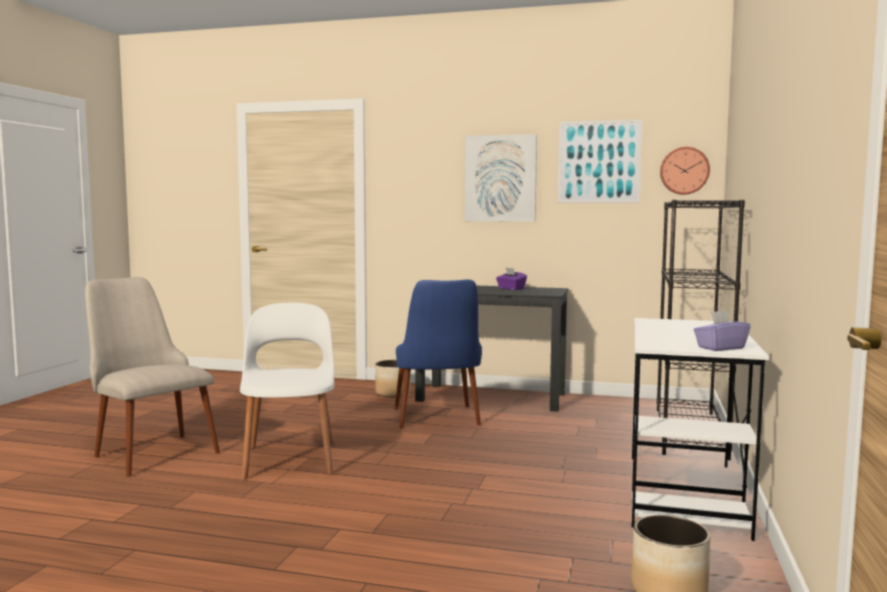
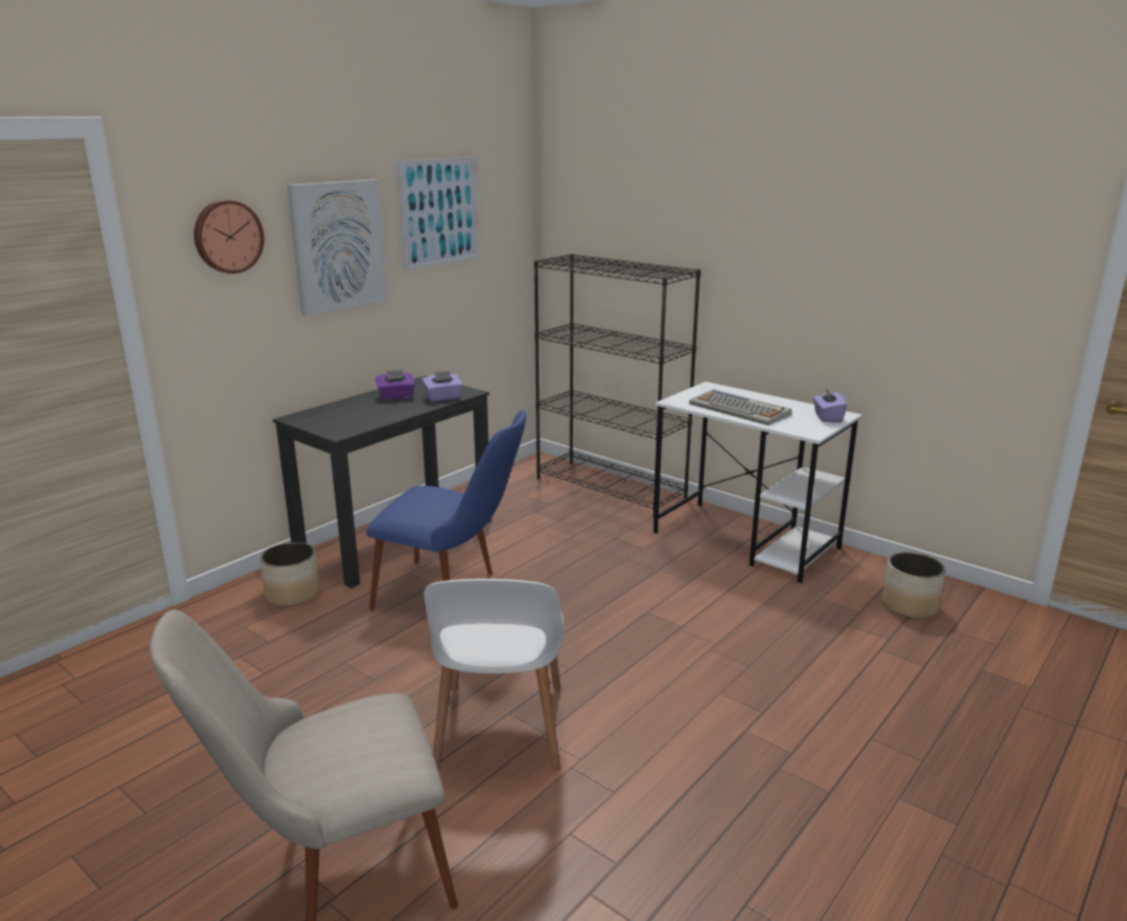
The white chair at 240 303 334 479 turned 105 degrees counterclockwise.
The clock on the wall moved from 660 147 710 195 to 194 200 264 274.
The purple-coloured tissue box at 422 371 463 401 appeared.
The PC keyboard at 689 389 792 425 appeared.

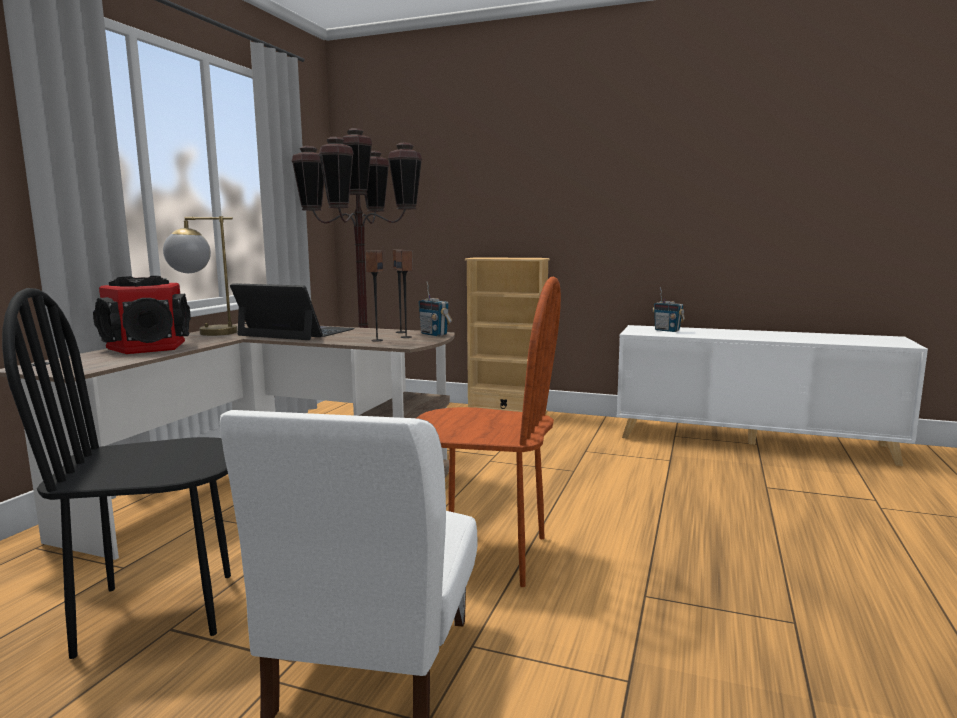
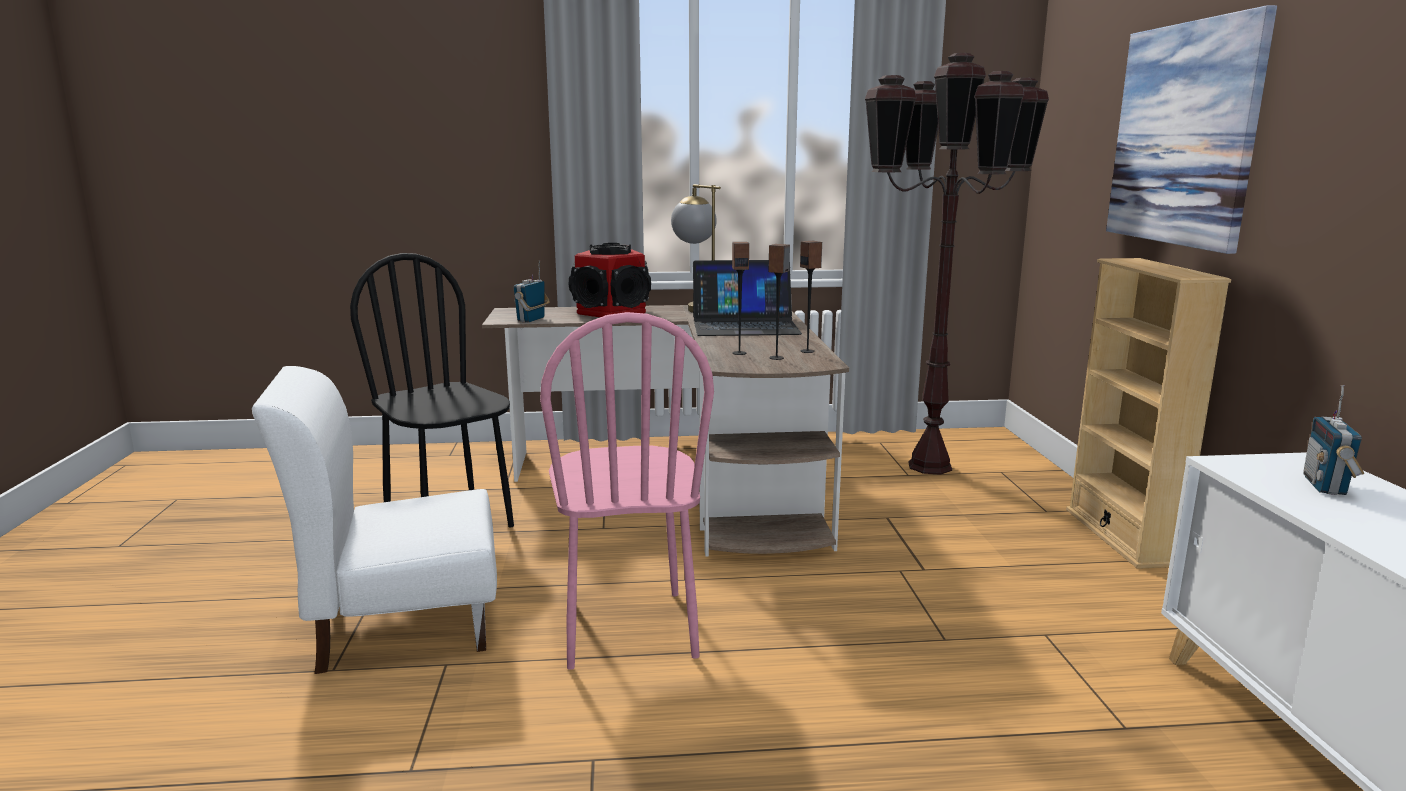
The notebook computer at 230 283 355 340 turned 90 degrees clockwise.
The brown chair at 417 277 561 587 became the pink chair at 540 312 714 670.
The radio moved from 418 281 452 336 to 513 260 550 322.
The picture at 1106 5 1277 254 appeared.

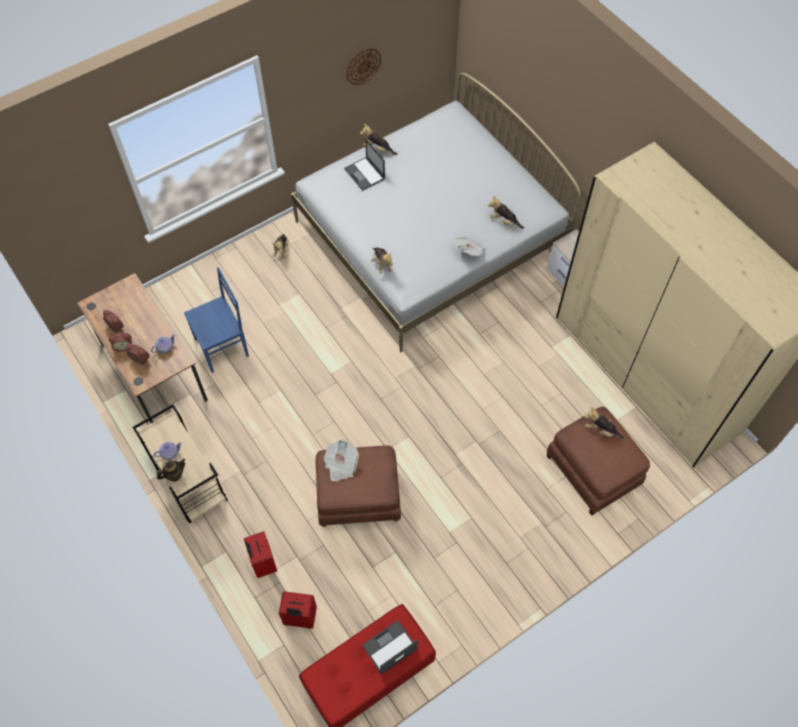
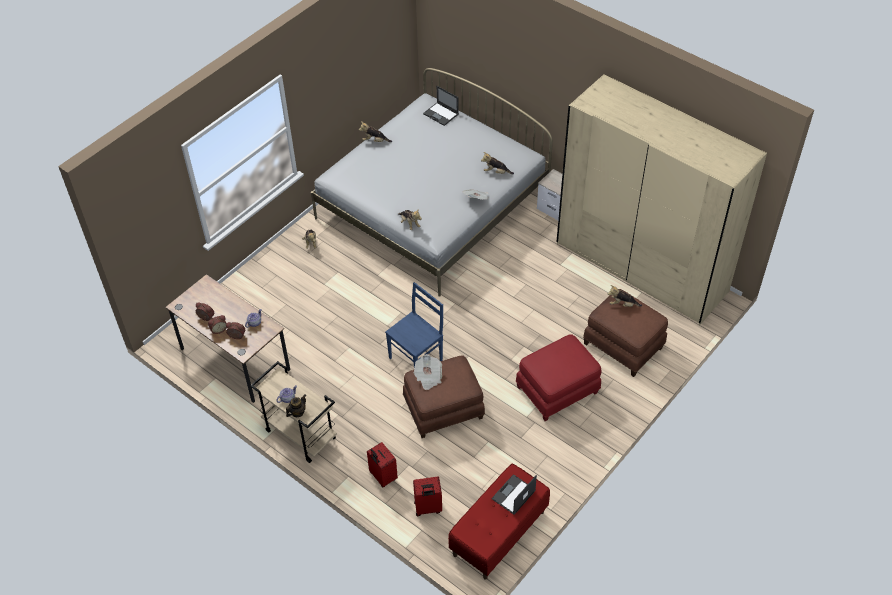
The blue chair moved from 184 267 249 373 to 385 282 443 367.
The notebook computer moved from 344 139 385 191 to 423 86 459 126.
The clock on the wall at 346 48 381 85 disappeared.
The red footrest at 516 334 602 421 appeared.

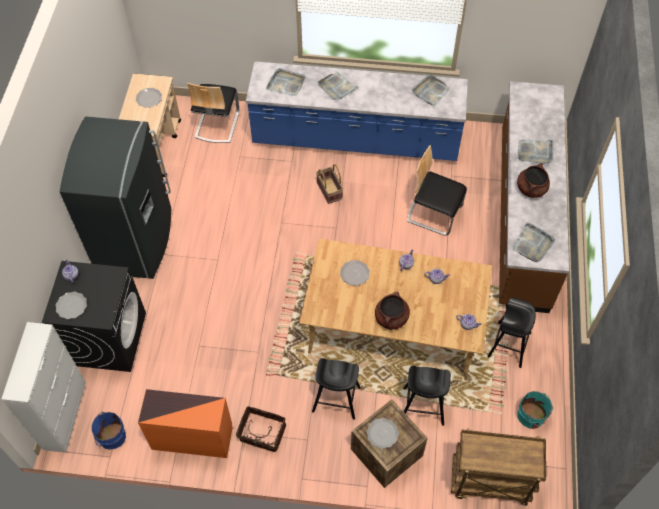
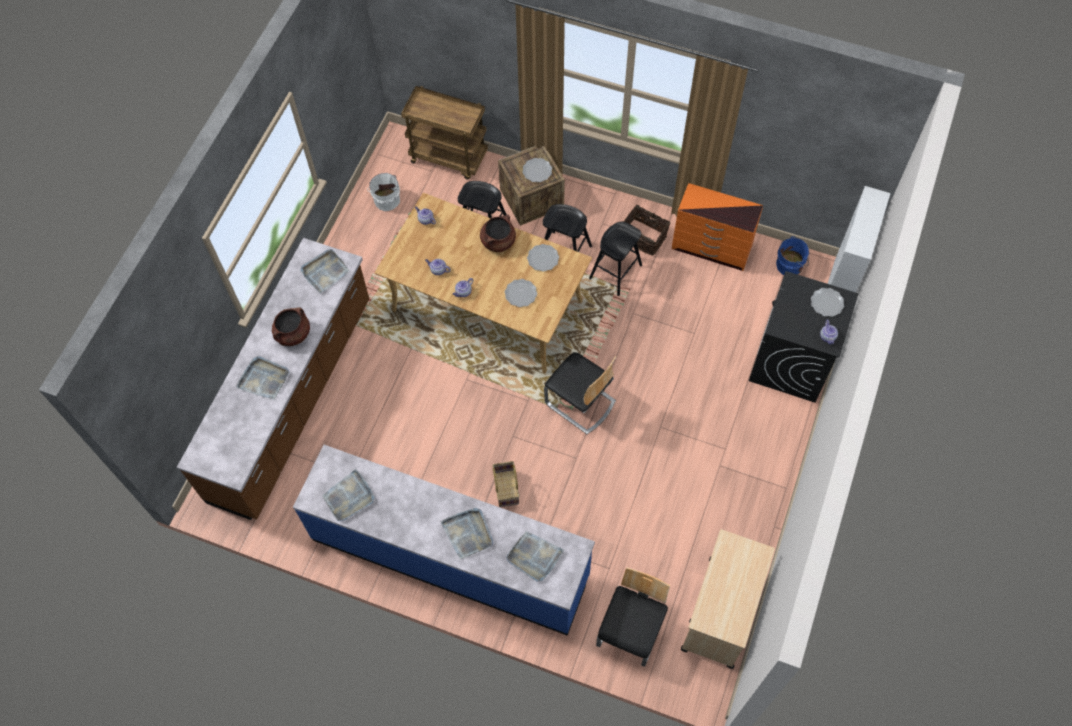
The greyish kitchen fridge at 60 117 171 279 disappeared.
The flat dish moved from 136 88 162 107 to 527 244 559 272.
The chair moved from 407 145 467 236 to 544 352 616 434.
The black stool moved from 488 298 536 368 to 589 222 642 296.
The turquoise water bucket at 518 391 553 429 became the white water bucket at 367 173 400 211.

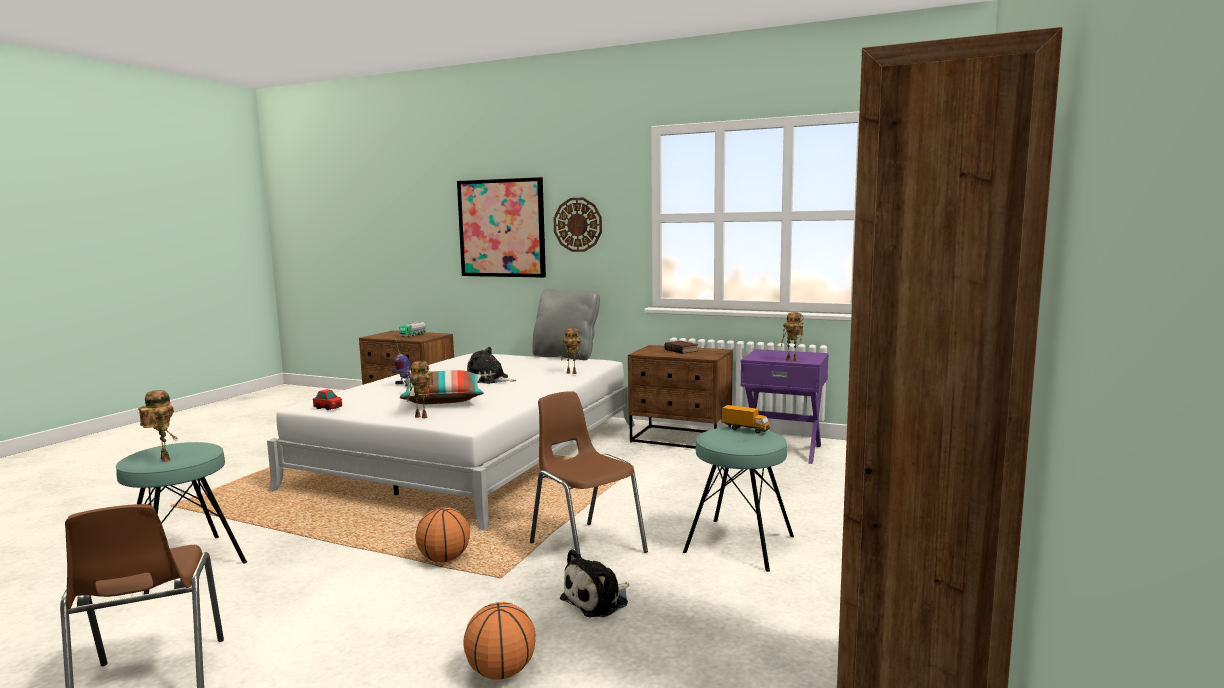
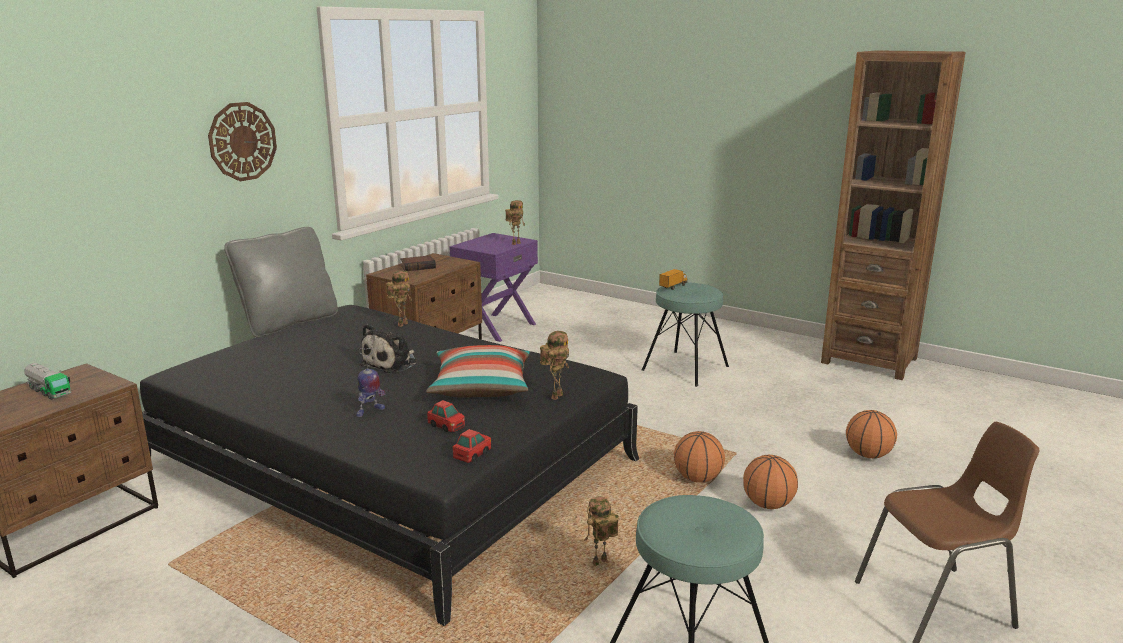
The toy robot moved from 138 390 178 462 to 584 496 619 566.
The white sleeping bed at 267 353 635 530 became the black sleeping bed at 140 305 639 626.
The picture at 457 177 546 278 disappeared.
The brown chair at 530 392 648 556 disappeared.
The soft toy at 560 549 629 617 disappeared.
The model car at 427 400 465 432 appeared.
The ball for basketball at 743 455 798 509 appeared.

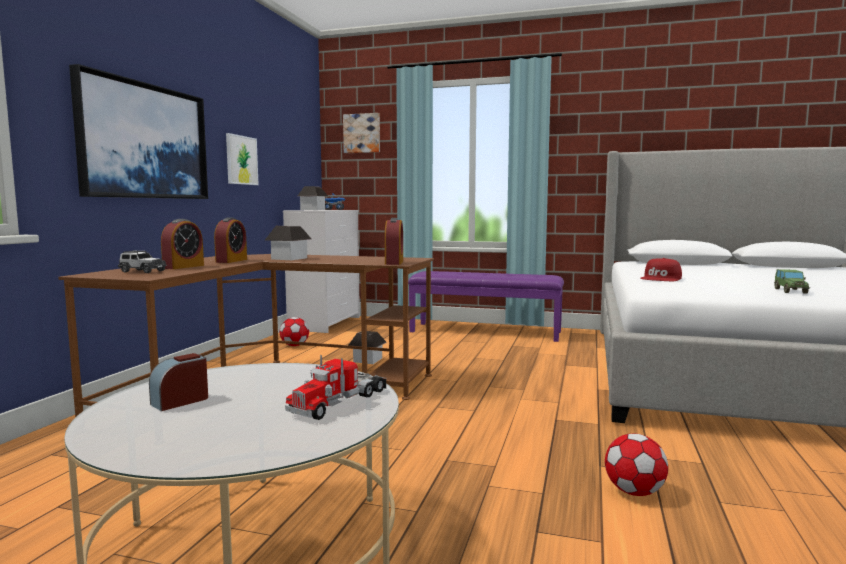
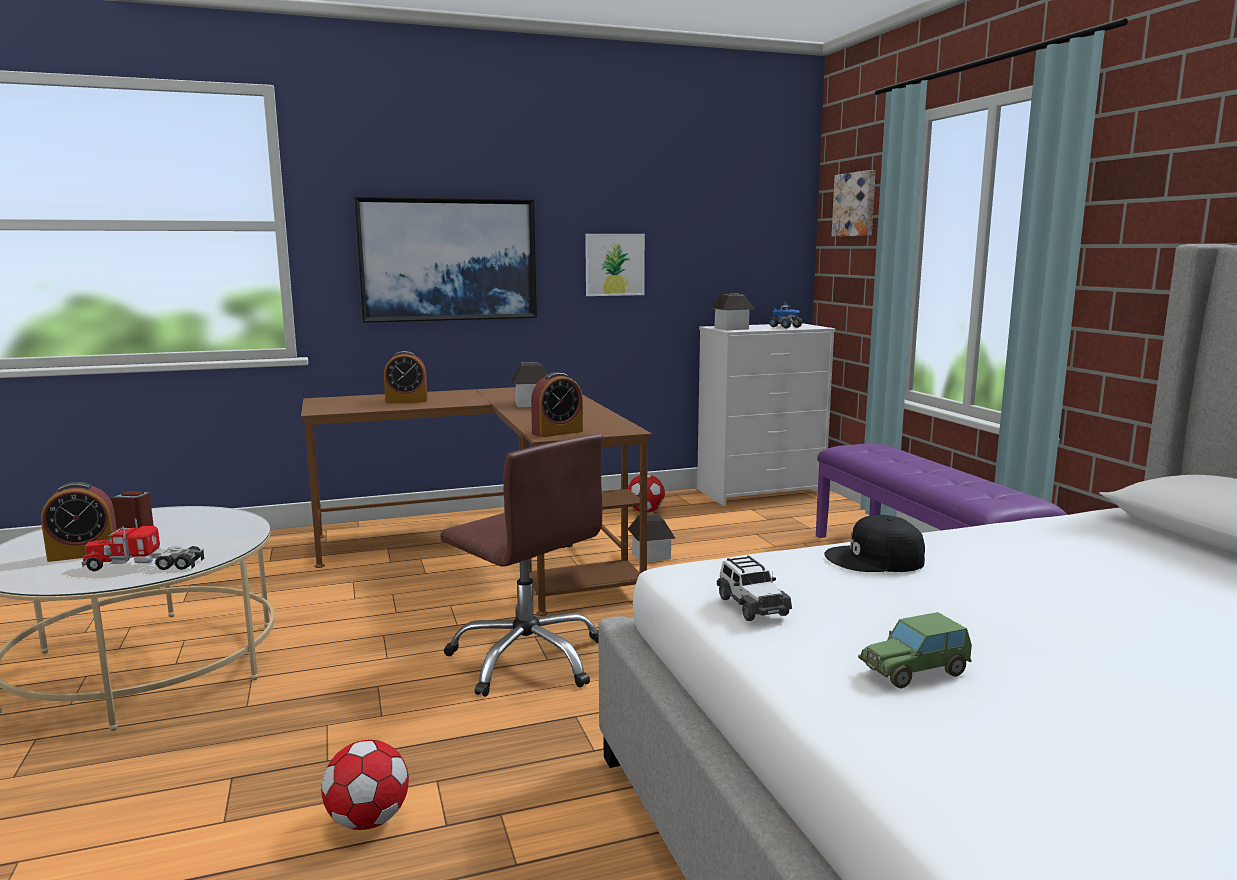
The model car moved from 118 251 167 273 to 717 555 792 621.
The table clock moved from 214 217 247 263 to 41 482 117 562.
The red peaked cap at 640 258 682 281 became the black peaked cap at 824 515 925 572.
The brown desk chair at 440 434 603 697 appeared.

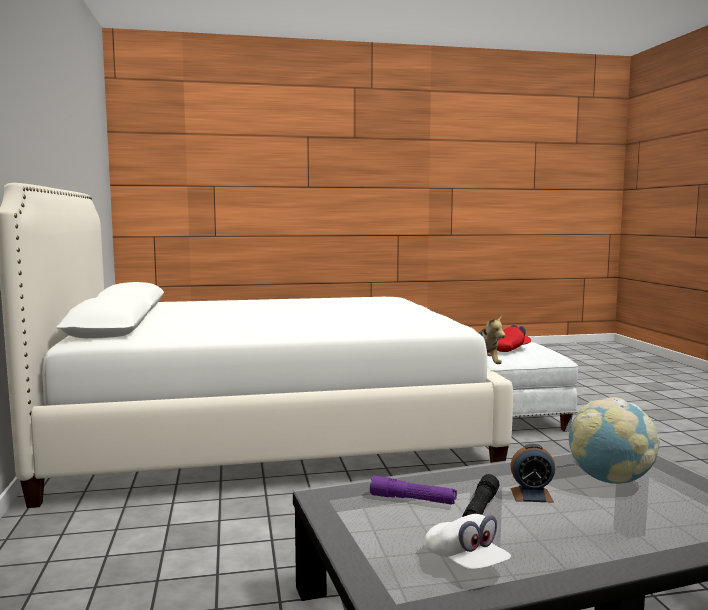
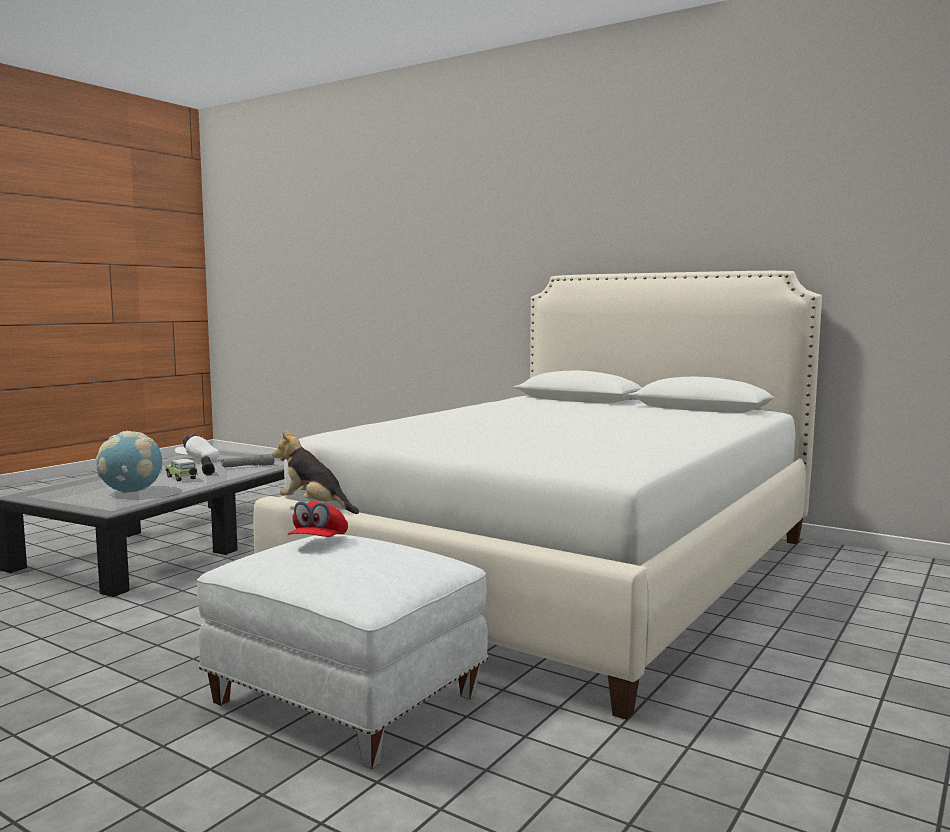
The purple-coloured flashlight at 370 476 457 505 became the greyish flashlight at 221 454 274 468.
The table clock at 510 444 555 503 was replaced by the model car at 165 459 198 481.

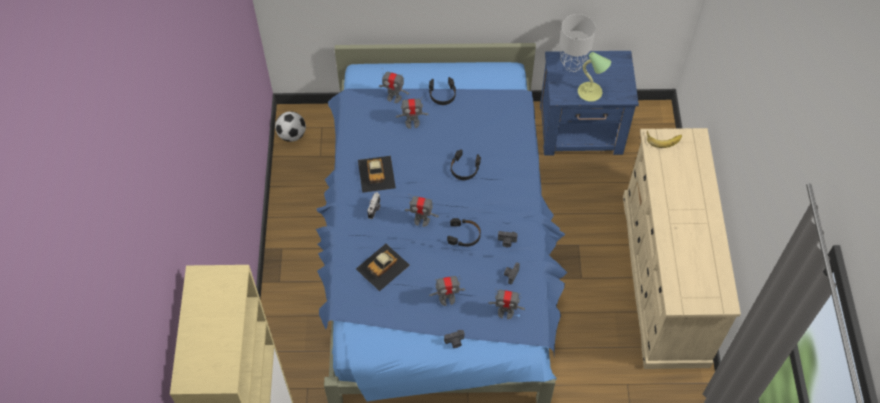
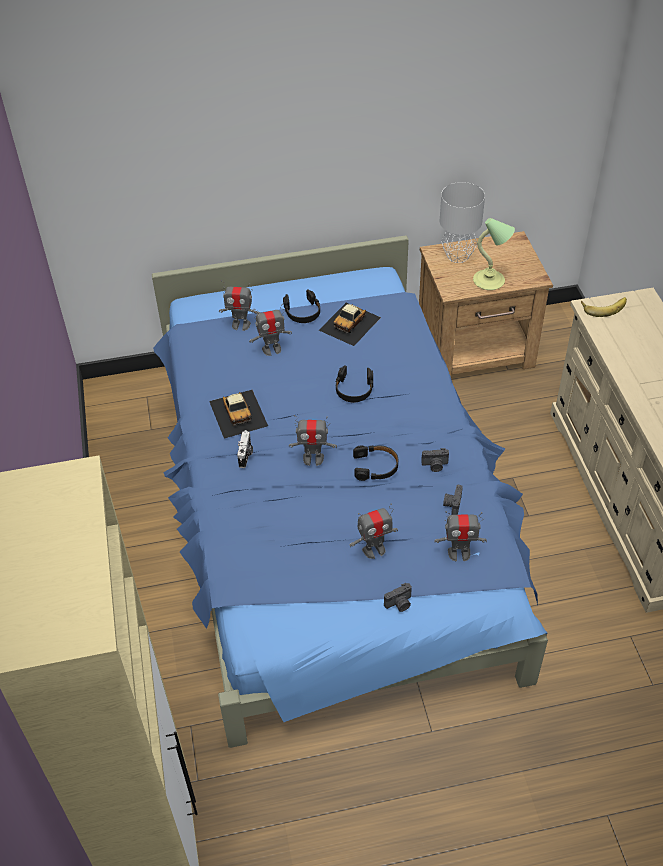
The ball for football at 275 111 306 142 disappeared.
The model car moved from 356 244 410 291 to 319 303 381 346.
The blue night table at 540 51 639 156 became the brown night table at 419 231 553 376.

